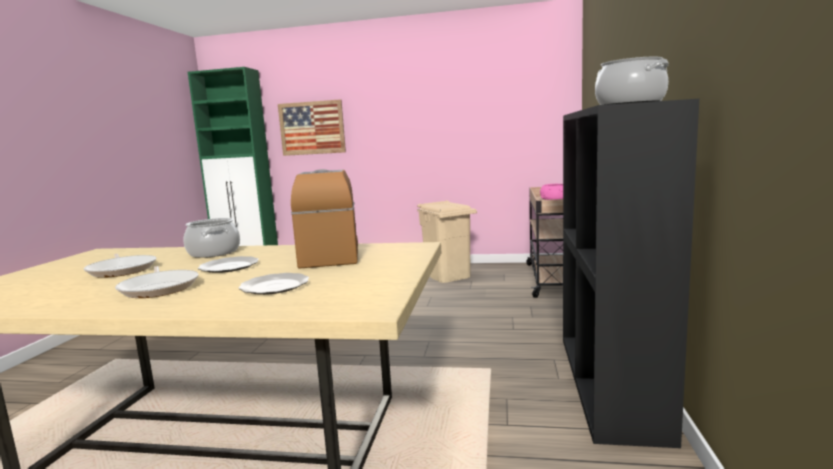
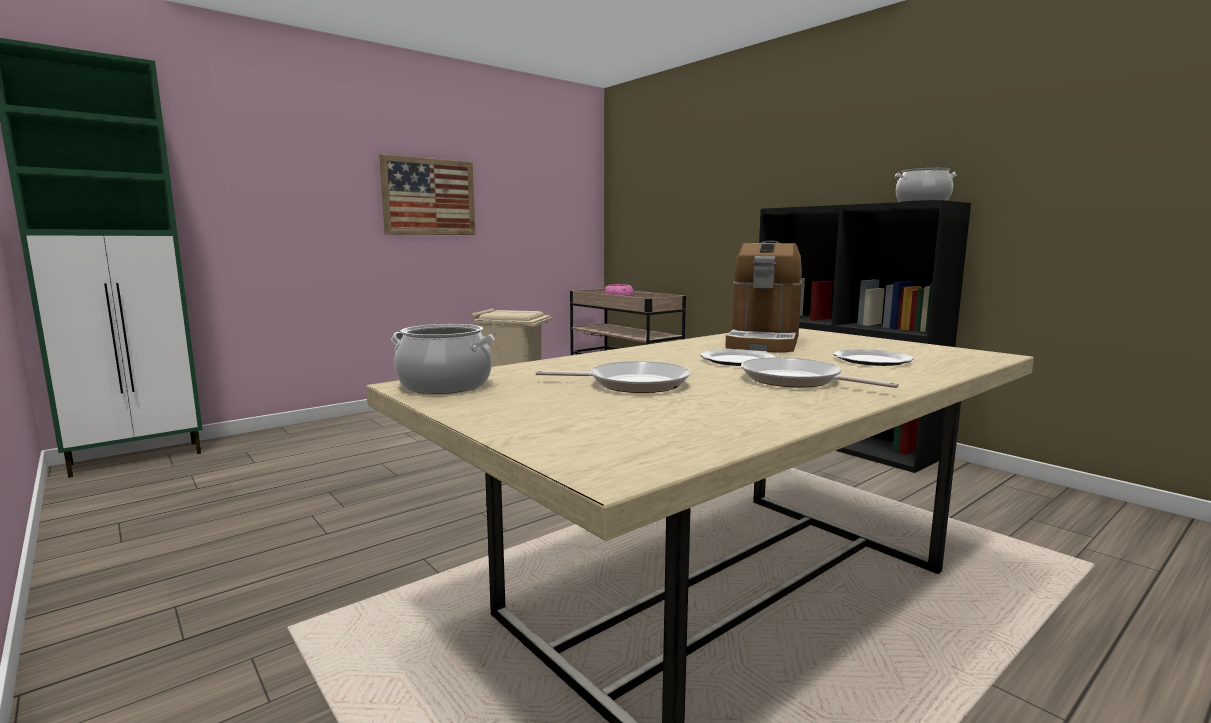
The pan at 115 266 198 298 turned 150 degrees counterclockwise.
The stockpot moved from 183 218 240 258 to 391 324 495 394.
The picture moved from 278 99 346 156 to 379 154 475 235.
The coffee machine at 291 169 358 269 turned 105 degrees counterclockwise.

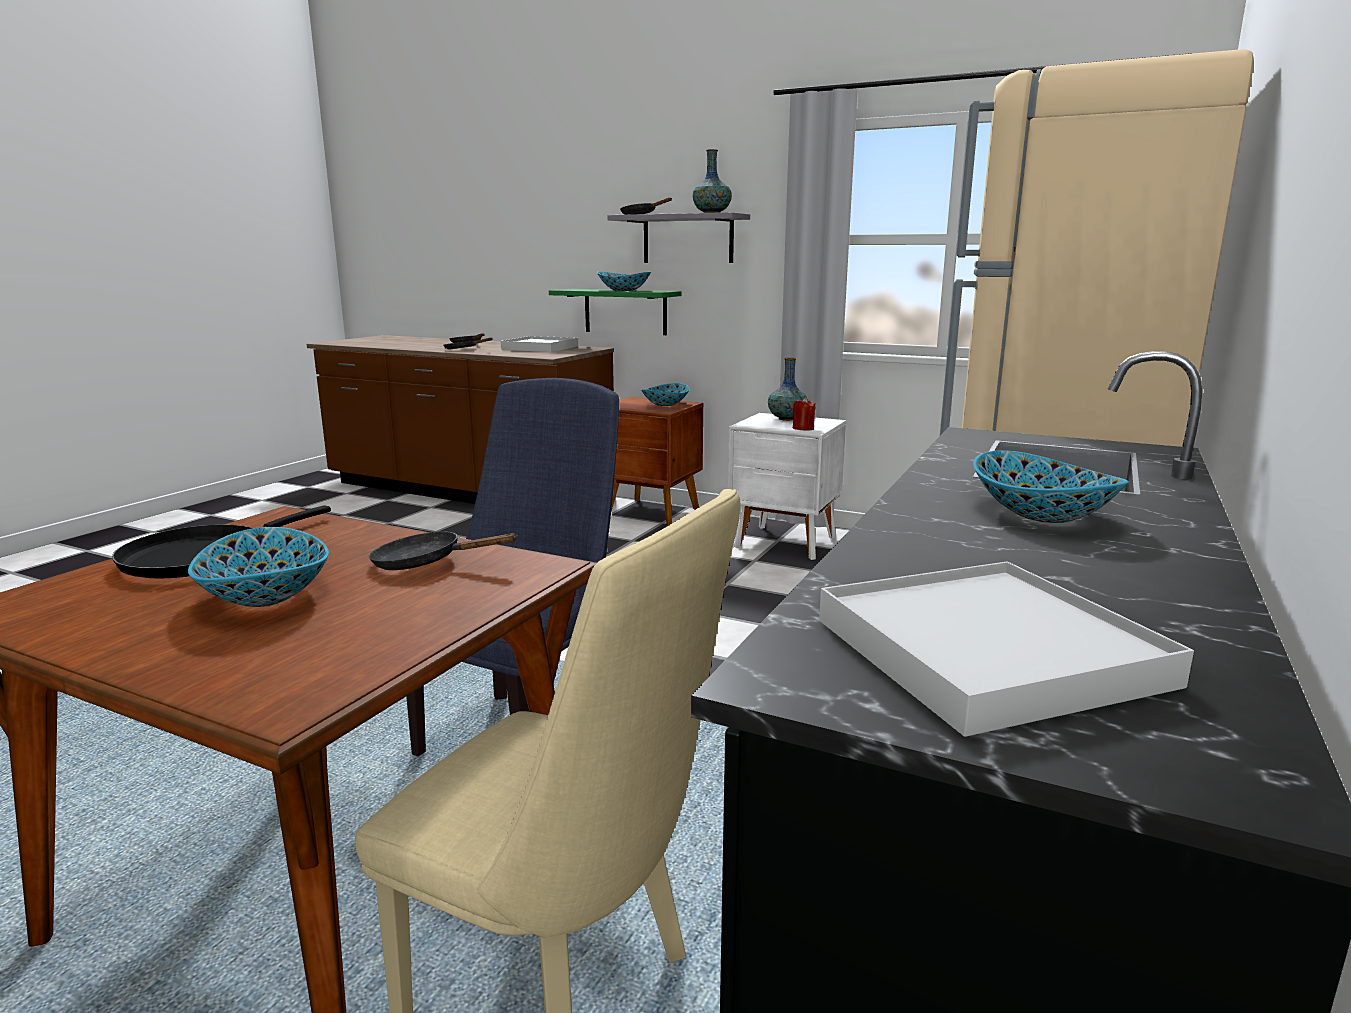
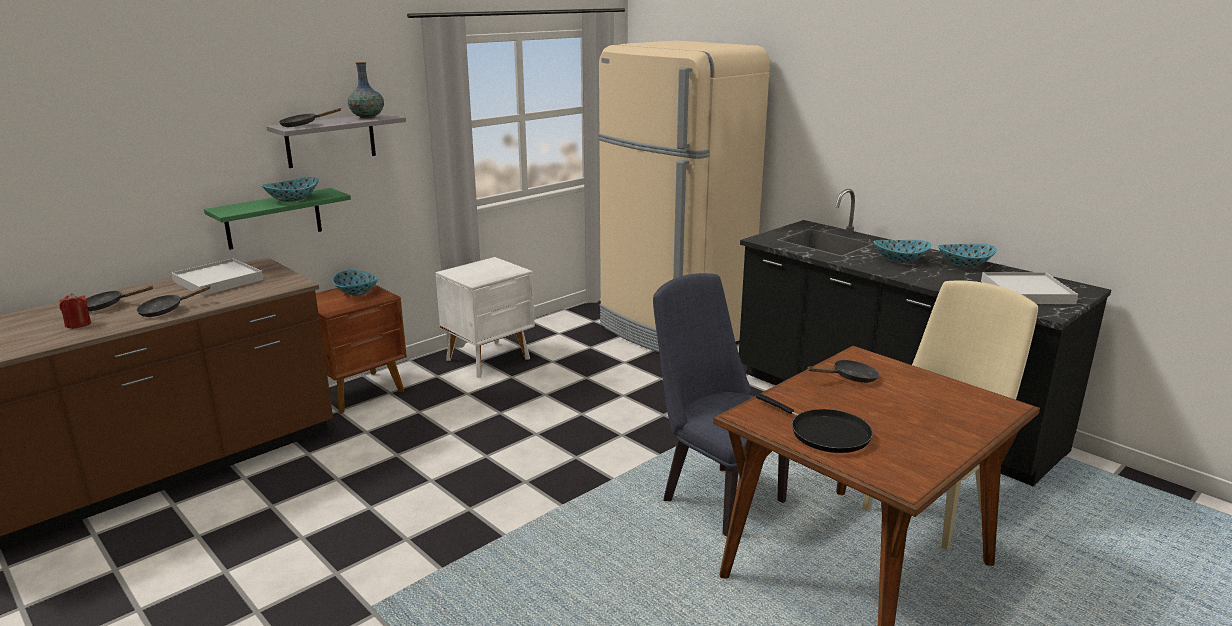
The deep dish moved from 188 527 329 607 to 938 243 997 267.
The black pan at 369 531 518 570 turned 135 degrees counterclockwise.
The flower vase at 768 358 808 421 disappeared.
The red wax light moved from 793 397 816 431 to 59 293 91 329.

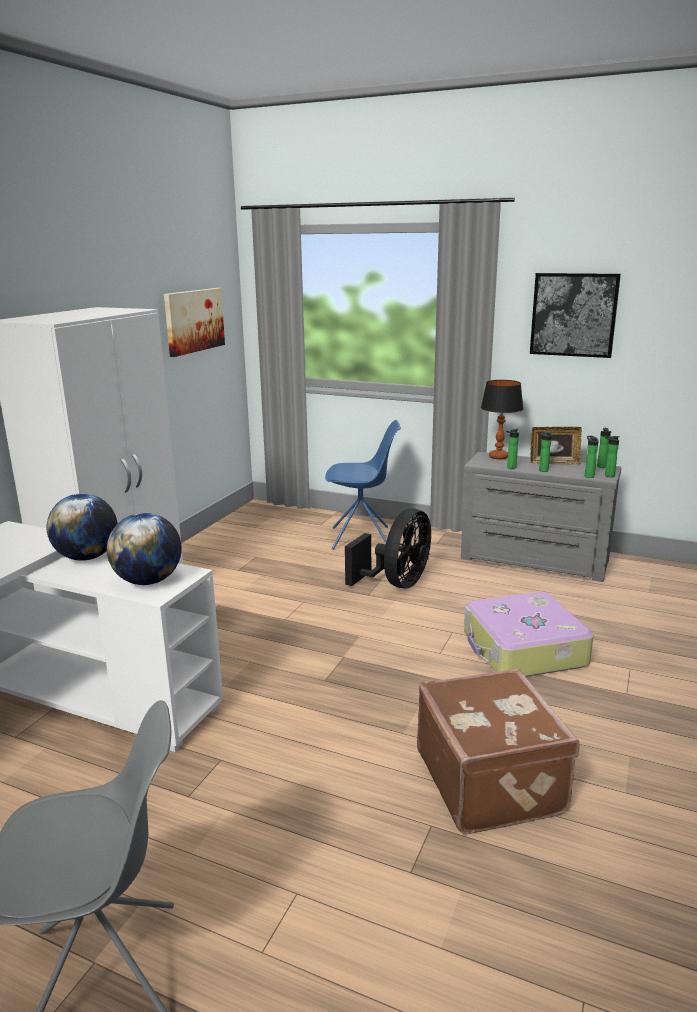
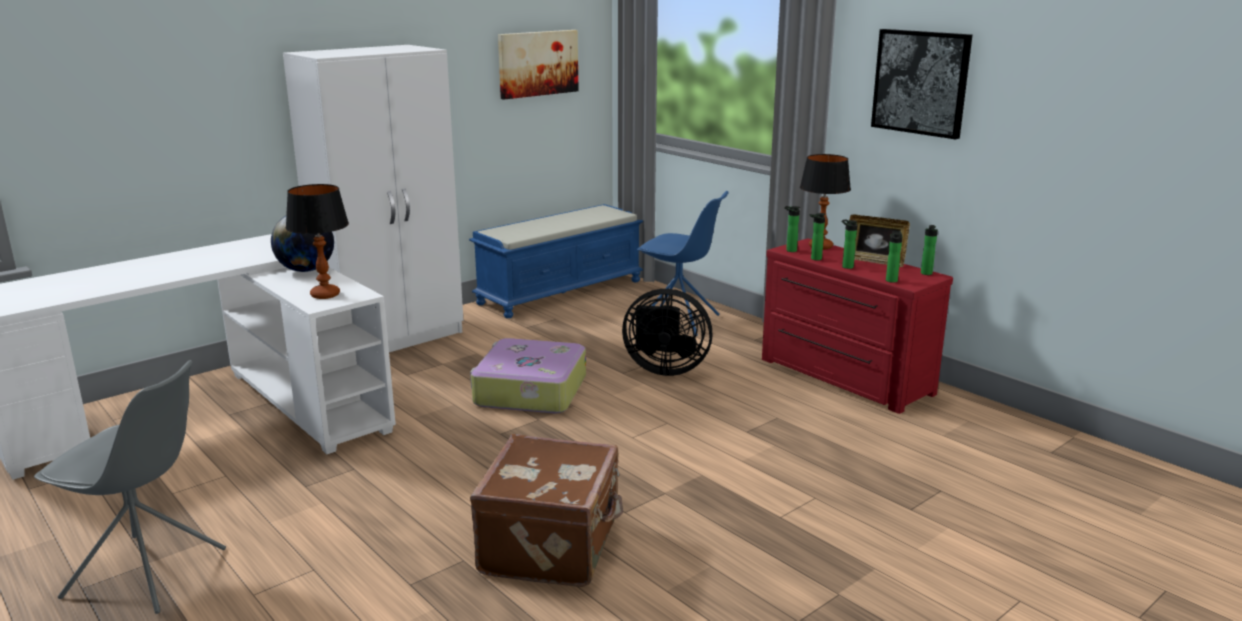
The desk globe at 107 513 182 585 was replaced by the lamp for a table at 286 184 349 299.
The black electric fan at 345 508 431 588 turned 45 degrees clockwise.
The greyish drawer chest at 461 452 622 582 became the red drawer chest at 762 238 953 414.
The suitcase moved from 464 592 594 677 to 470 338 586 413.
The drink bottle moved from 605 436 620 477 to 784 206 800 252.
The blue indoor bench at 469 204 643 318 appeared.

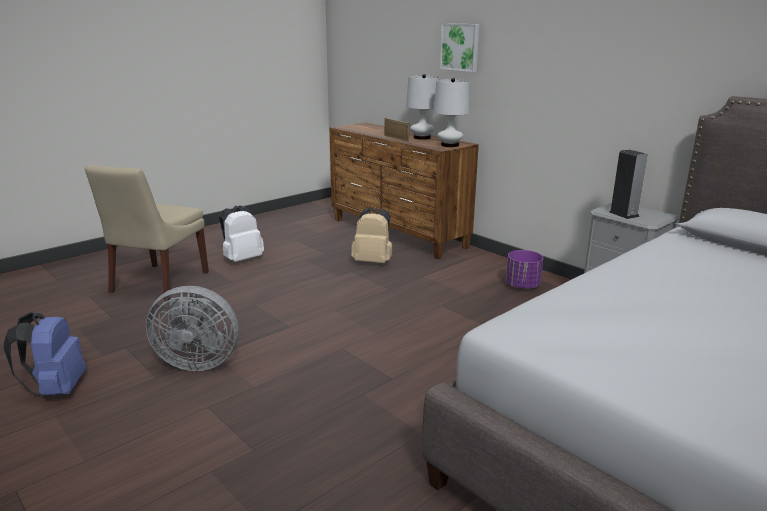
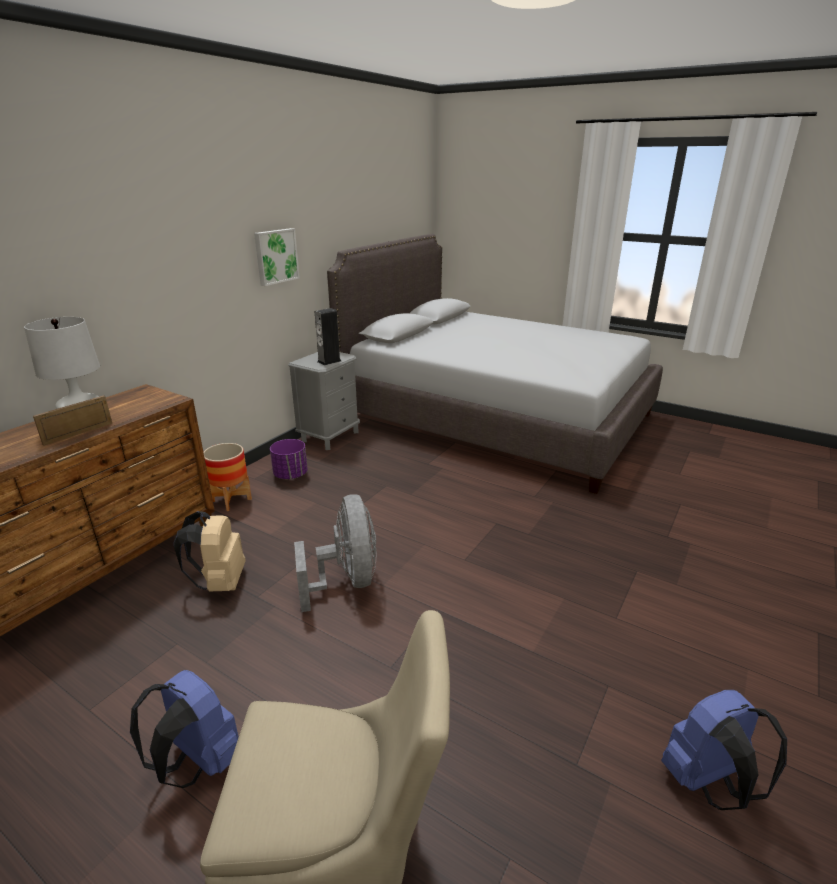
The greyish electric fan moved from 146 286 239 371 to 294 494 377 612.
The white backpack at 219 205 264 262 became the blue backpack at 130 670 239 788.
The white lamp for a table at 433 78 470 147 disappeared.
The picture moved from 440 23 479 72 to 254 228 300 286.
The flower pot at 203 443 252 511 appeared.

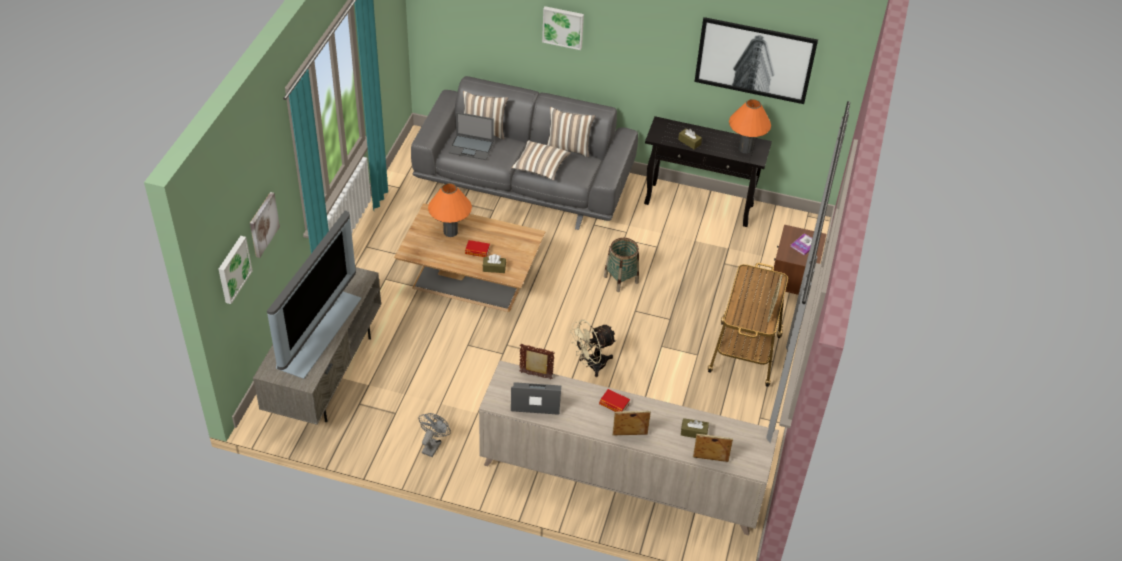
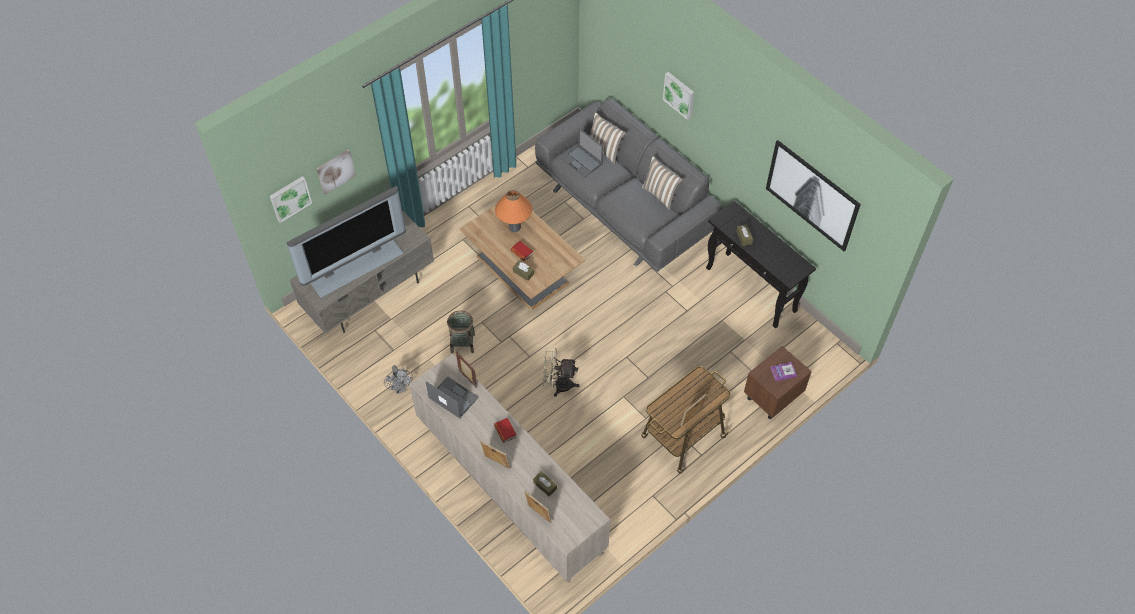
The greyish electric fan at 418 413 451 457 turned 105 degrees clockwise.
The throw pillow at 511 140 571 180 disappeared.
The basket moved from 604 238 639 292 to 447 310 475 353.
The orange-coloured lamp for a table at 729 99 771 153 disappeared.

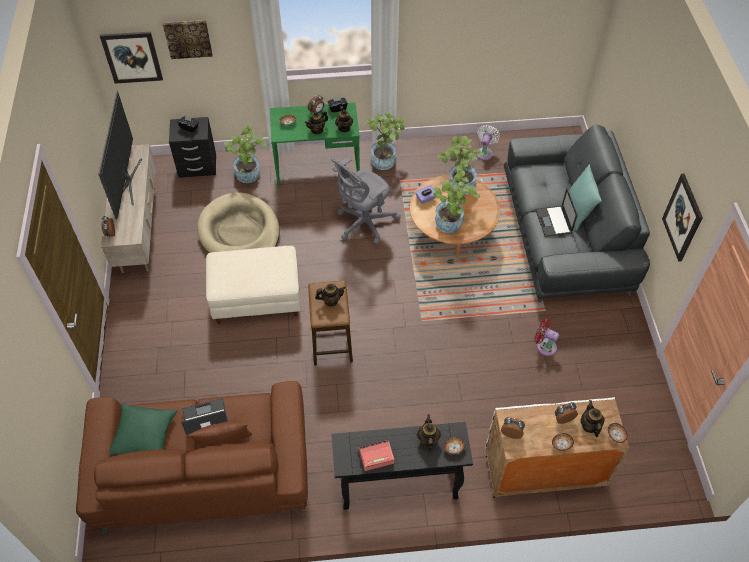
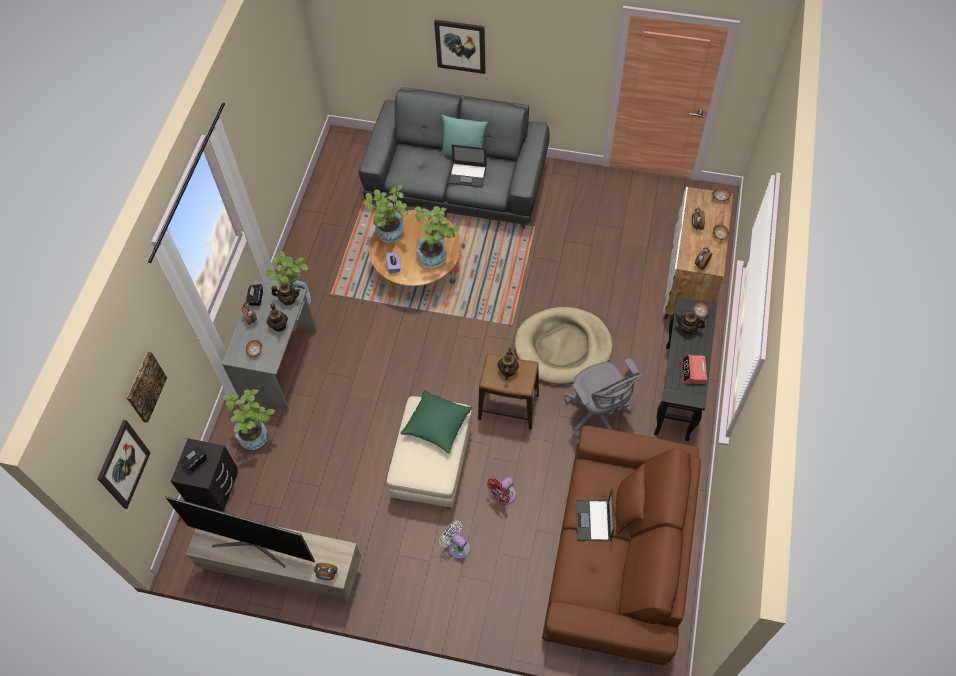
The green-coloured throw pillow moved from 109 404 177 455 to 400 390 472 454.
The sand-coloured pet bed moved from 197 192 280 253 to 515 307 613 384.
The green-coloured desk at 270 102 360 188 became the greyish desk at 222 281 317 411.
The greyish desk chair moved from 331 157 401 244 to 564 358 643 437.
The white electric fan moved from 477 125 500 160 to 439 521 471 559.
The red electric fan moved from 534 318 559 356 to 487 477 516 505.
The tea pot at 581 400 605 437 disappeared.
The picture moved from 662 174 703 262 to 434 20 485 74.

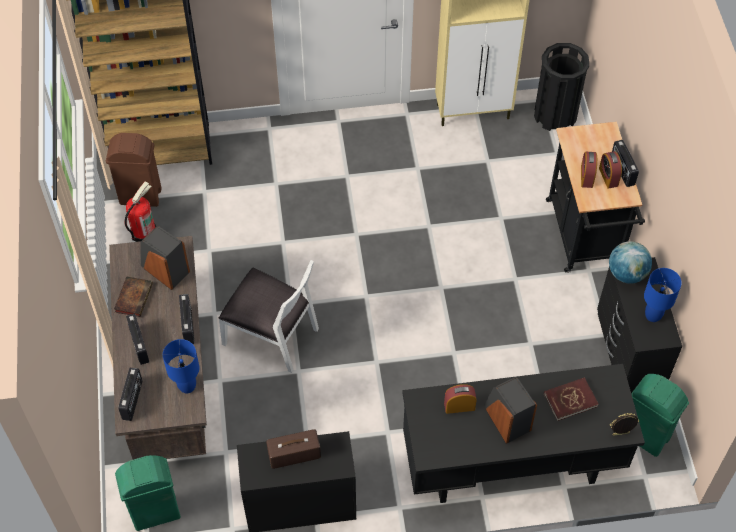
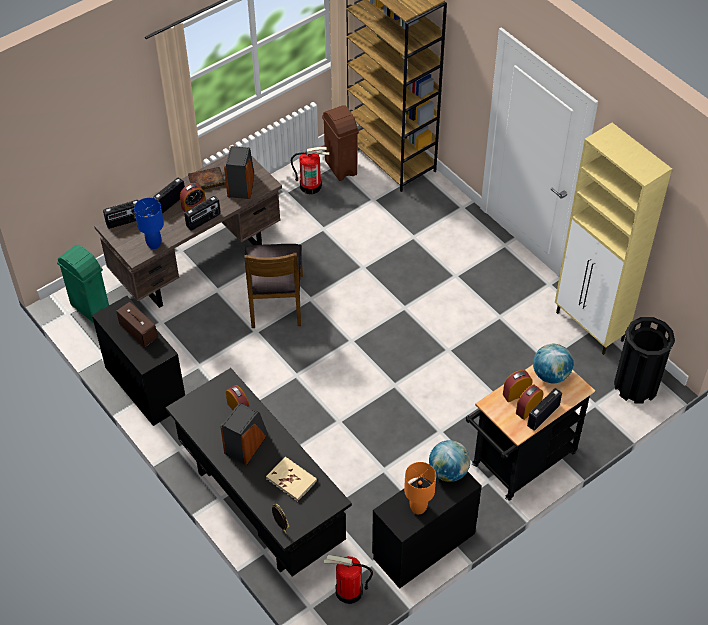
The white chair at 218 260 319 373 became the brown chair at 244 244 303 328.
The red book at 544 377 599 421 became the sand-coloured book at 266 457 317 502.
The green-coloured trash can at 631 374 689 457 was replaced by the fire-fighting cylinder at 324 555 373 604.
The blue lamp for a table at 644 268 682 322 became the orange-coloured lamp for a table at 404 462 436 514.
The table clock at 180 183 206 212 appeared.
The desk globe at 533 344 573 383 appeared.

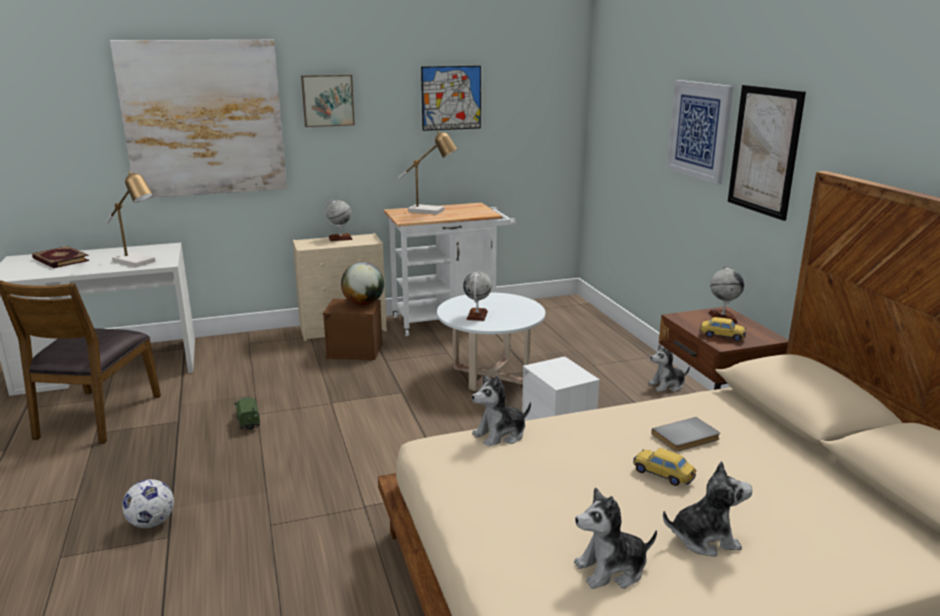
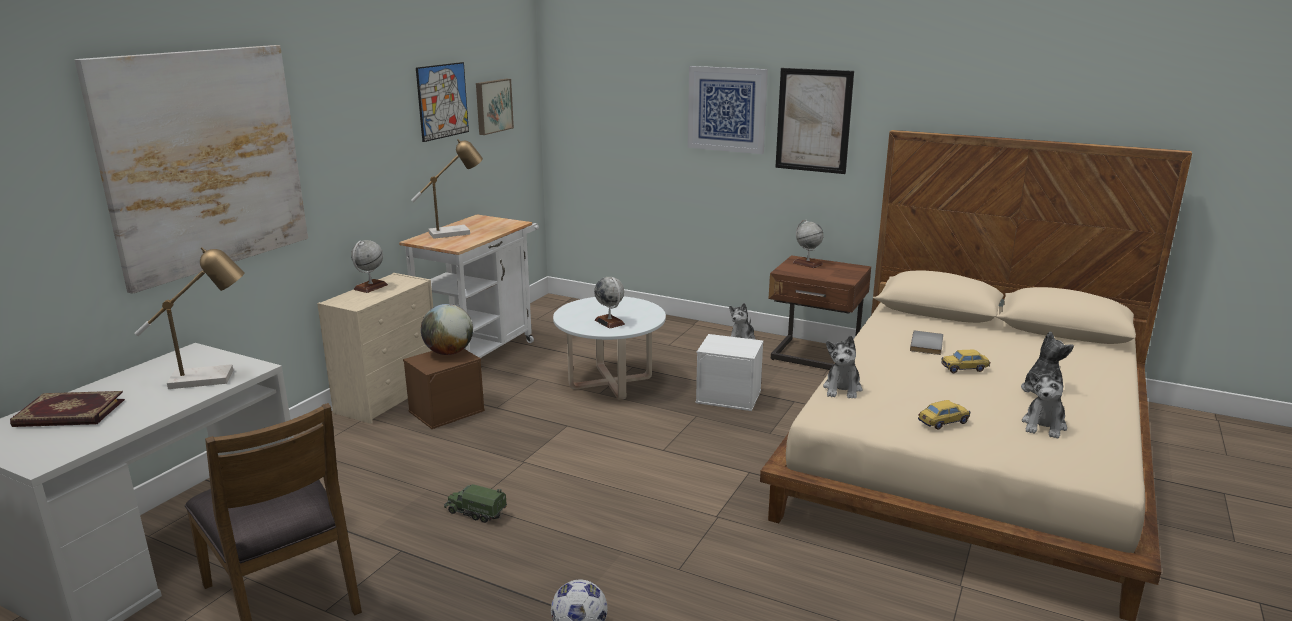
The picture moved from 301 75 355 127 to 476 79 514 135.
The model car moved from 699 317 746 342 to 918 400 971 430.

